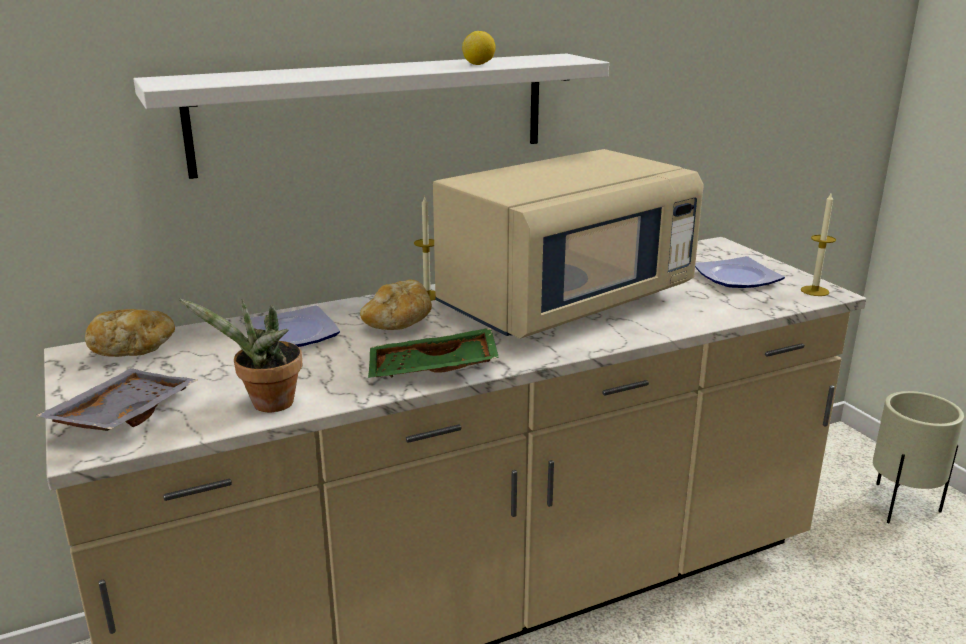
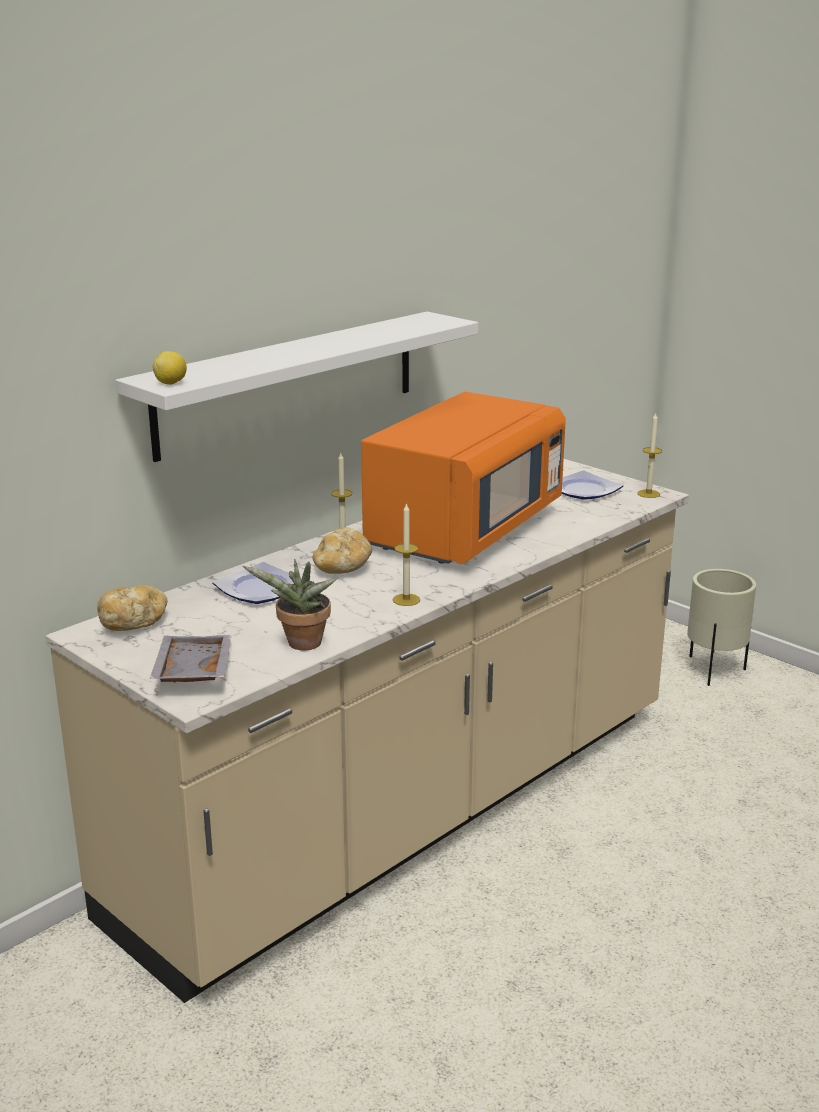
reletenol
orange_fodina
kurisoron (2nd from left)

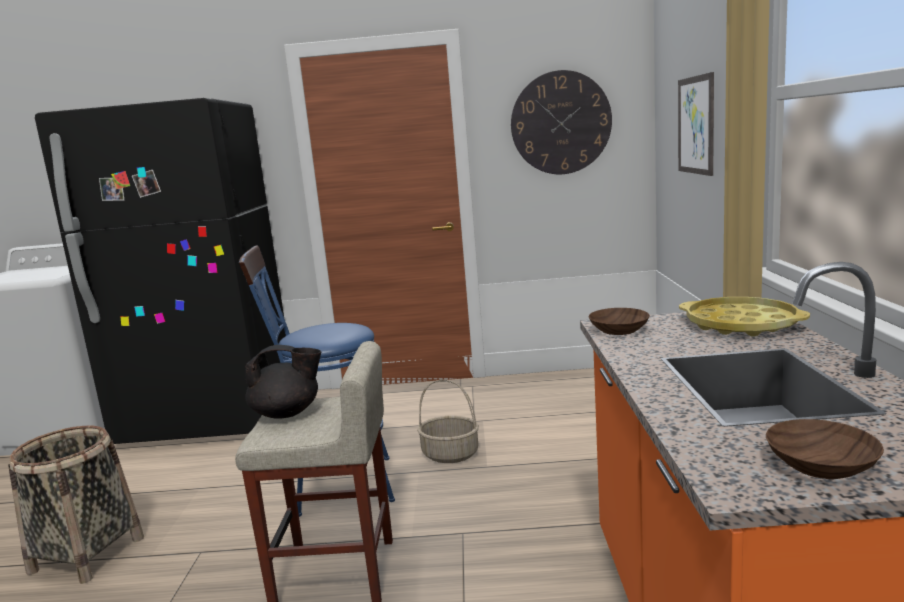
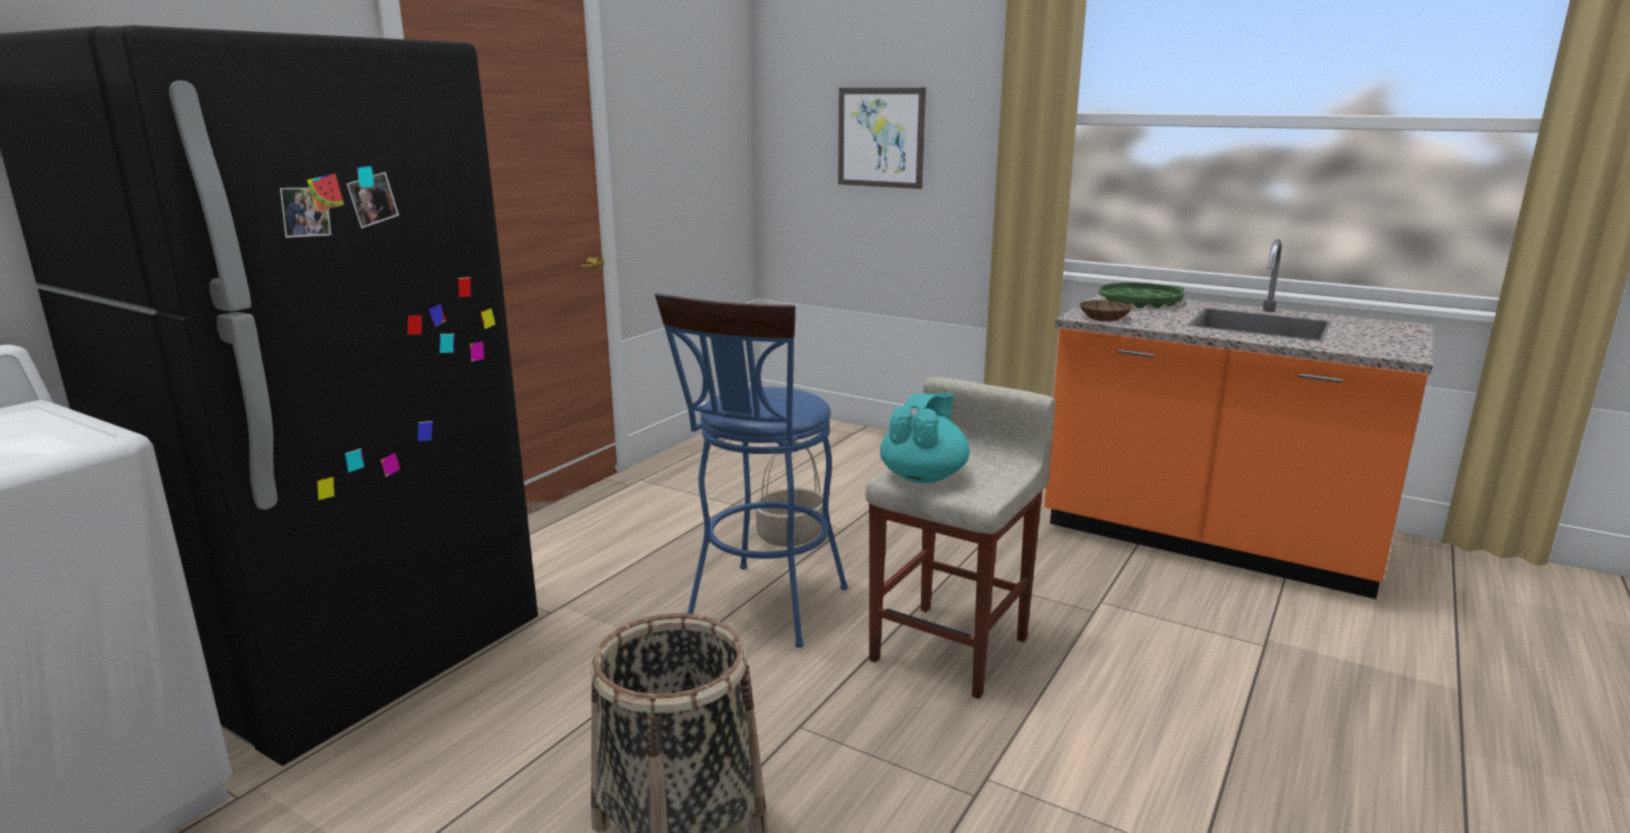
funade
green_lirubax
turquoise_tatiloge
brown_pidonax (2nd from left in the first image)

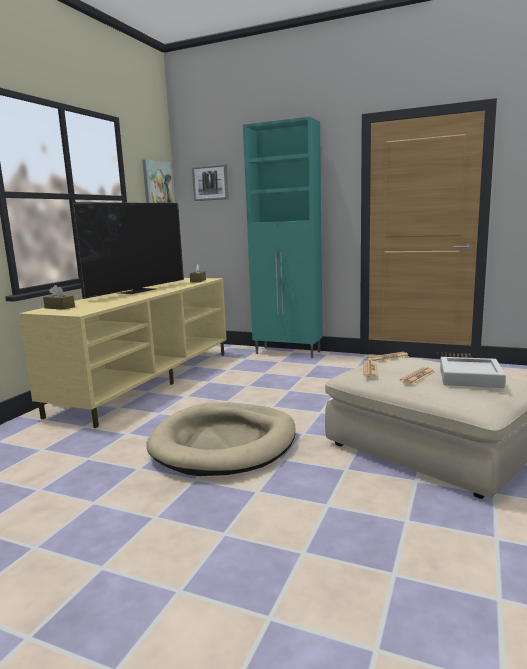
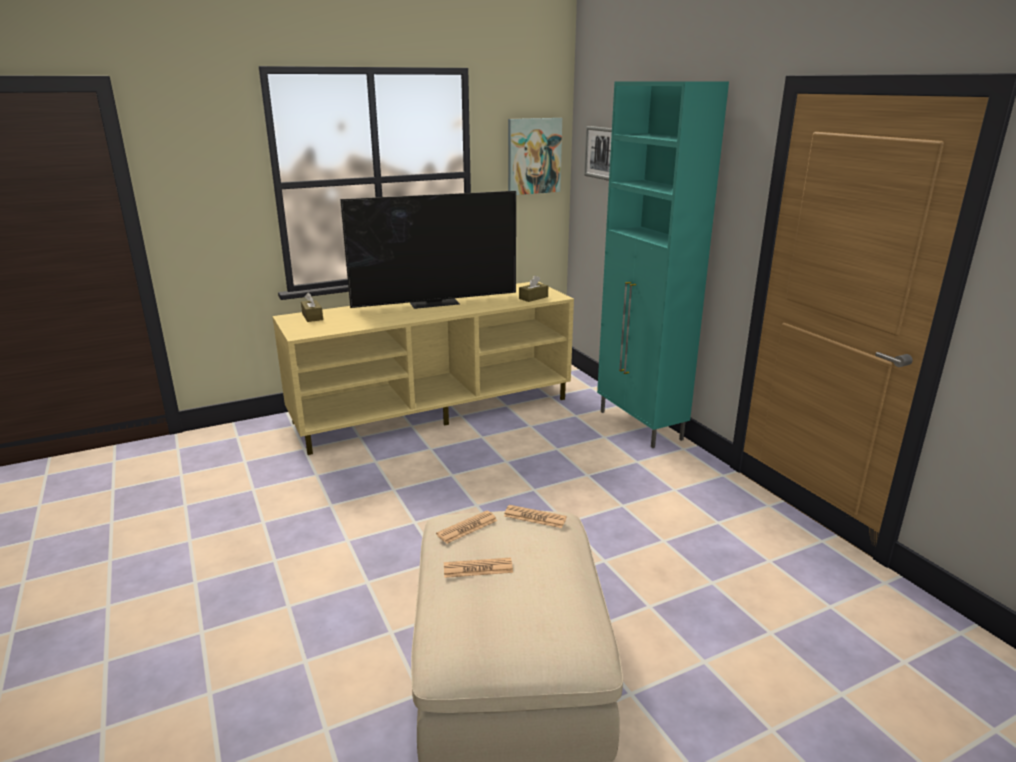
grey_lirubax
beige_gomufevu

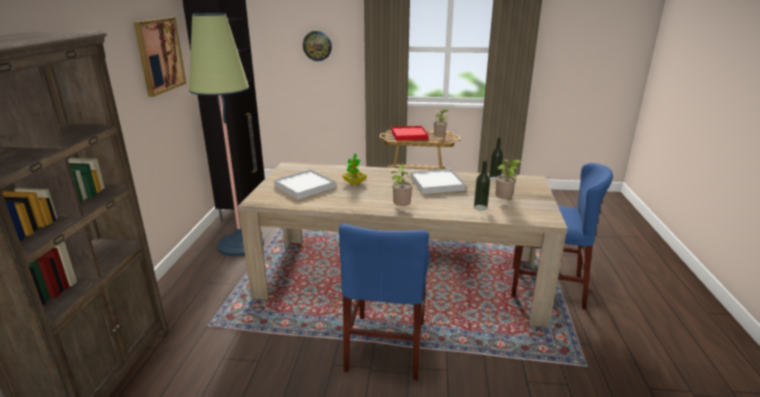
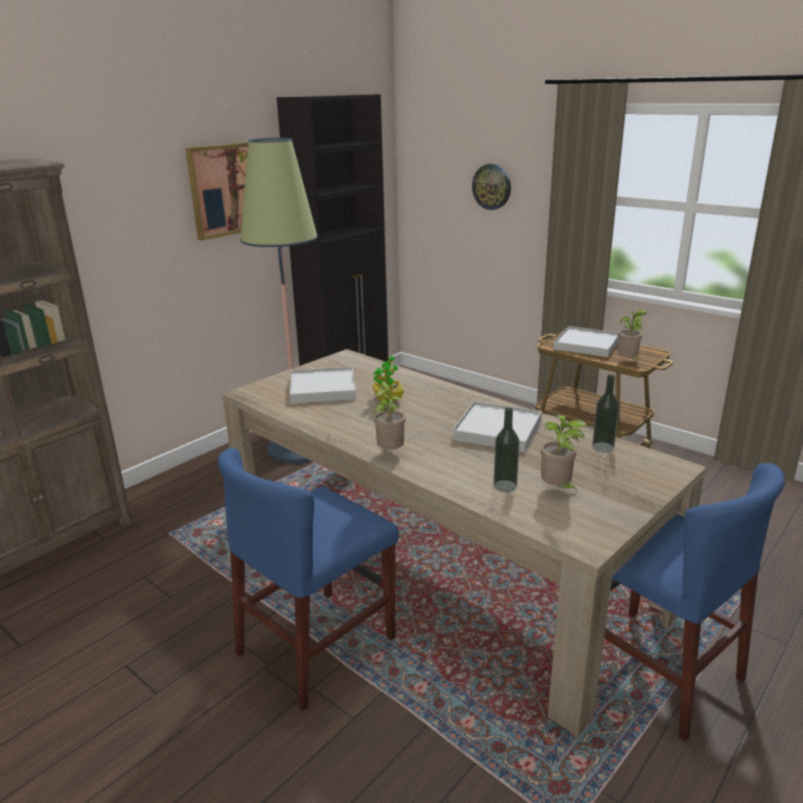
white_lirubax (3rd from left)

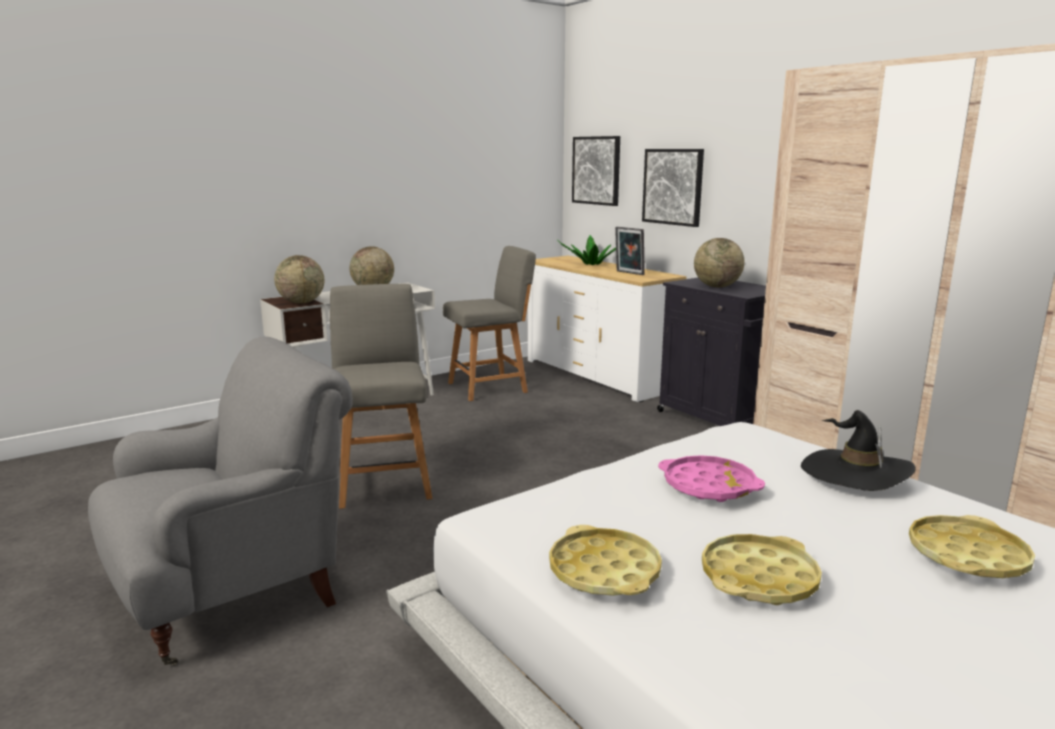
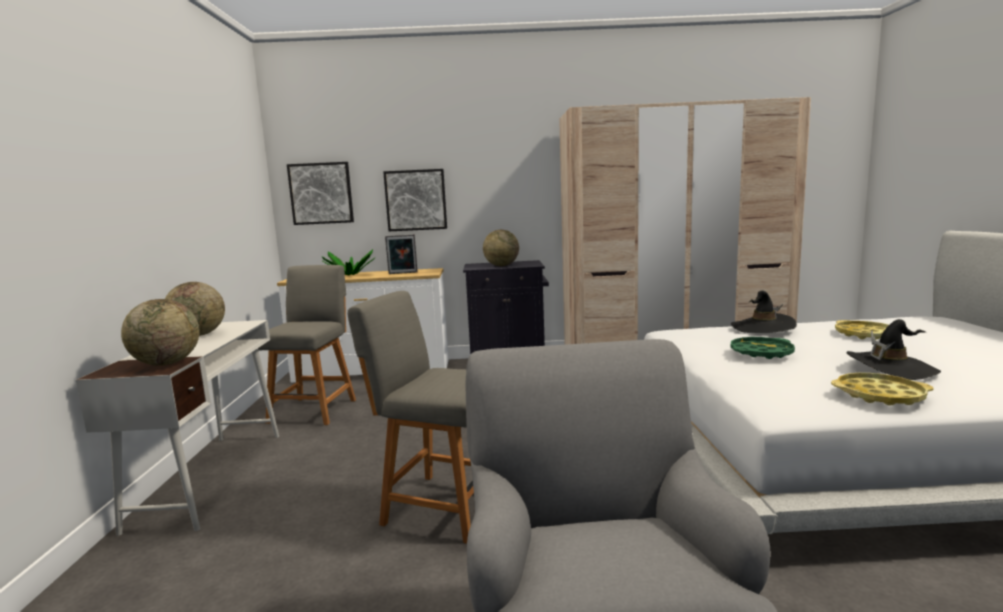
green_lirubax
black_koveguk (2nd from left)

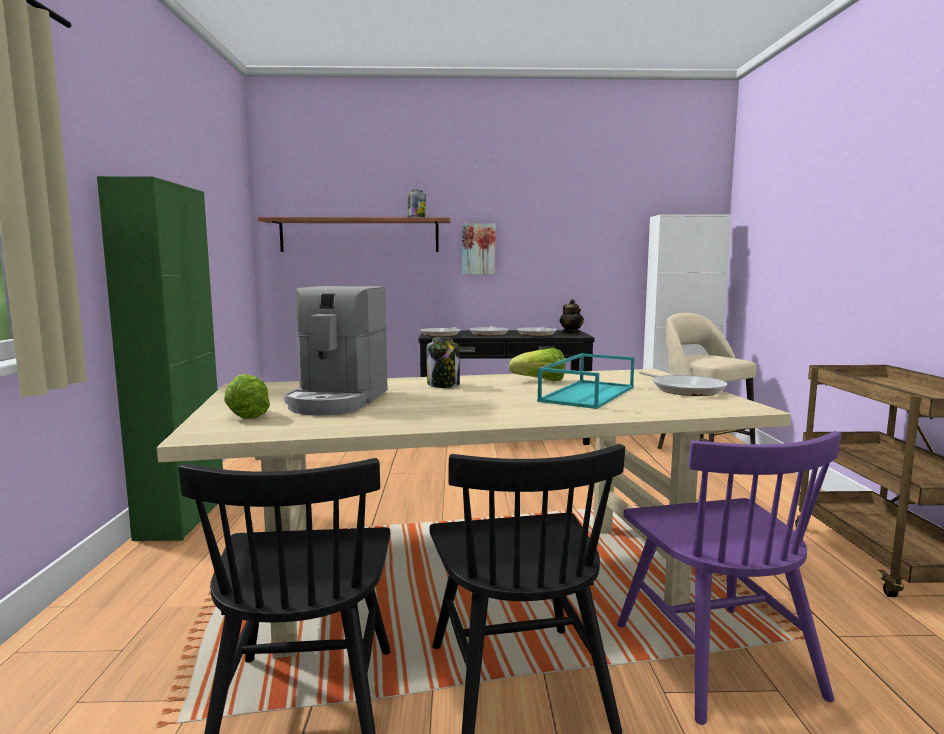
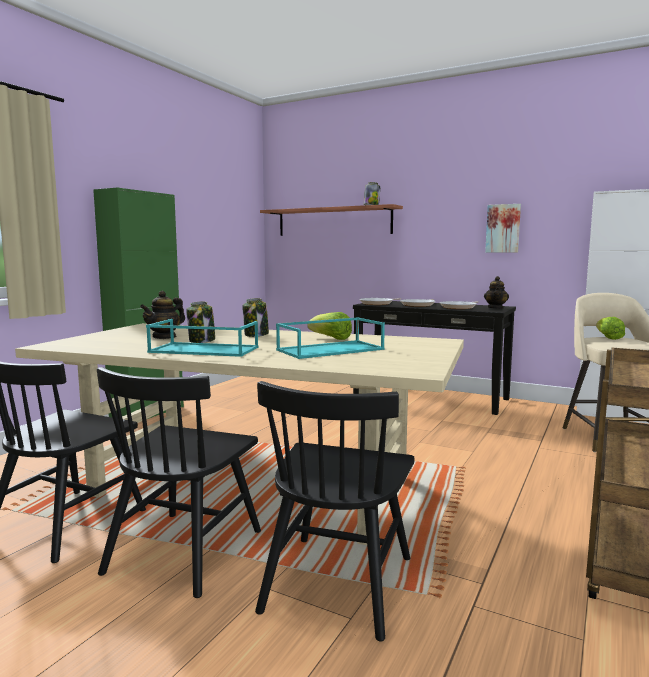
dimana
tatiloge (1st from left)
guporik (4th from left in the first image)
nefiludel (2nd from left)
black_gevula (3rd from left)
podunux (1st from left)
turquoise_lirubax (1st from left)

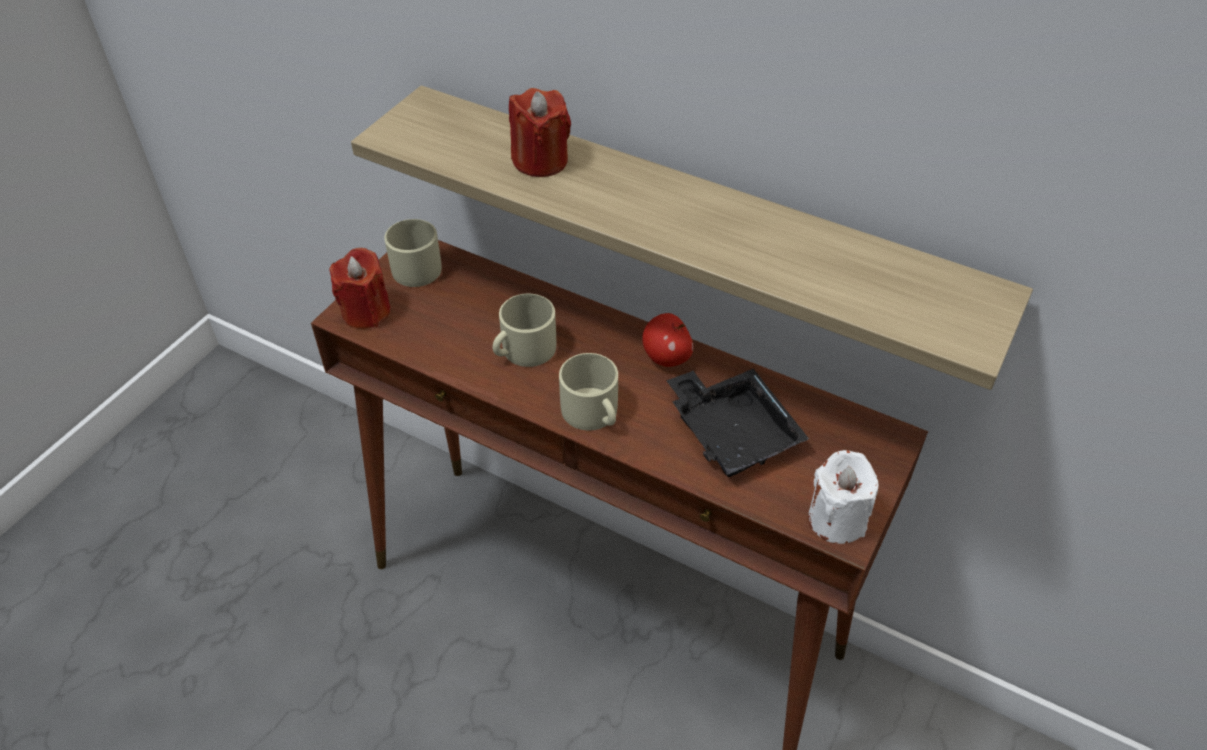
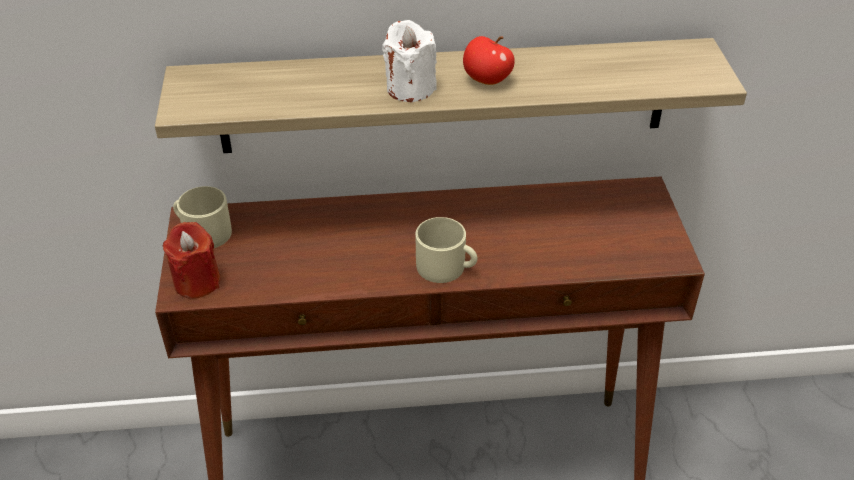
red_kurisoron (2nd from left in the first image)
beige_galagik (2nd from left in the first image)
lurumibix
black_lirubax
white_kurisoron

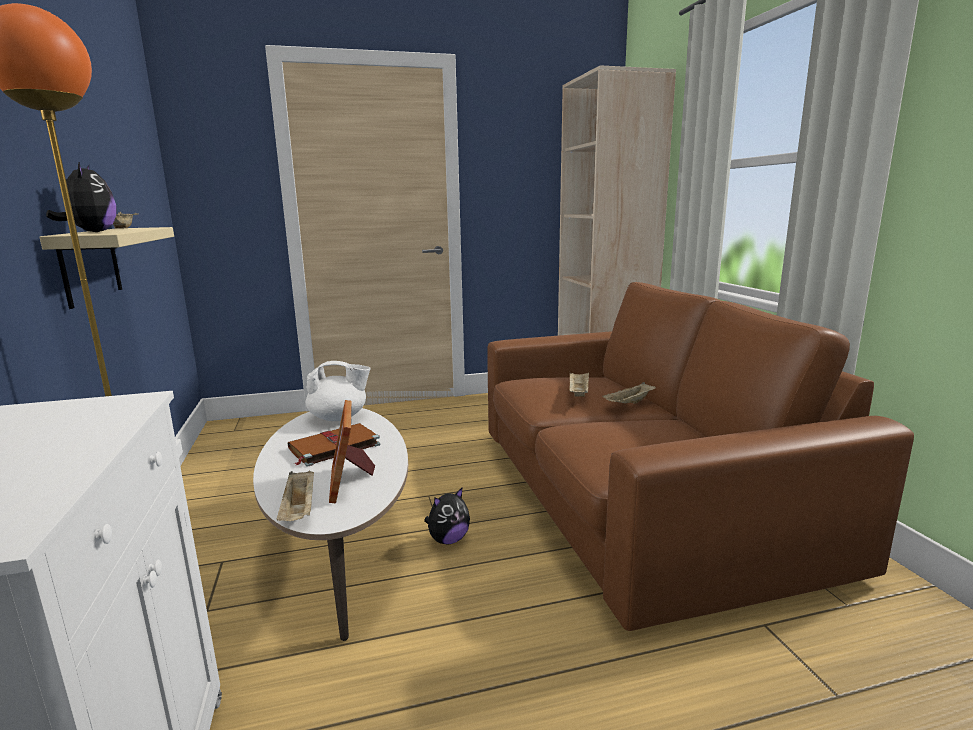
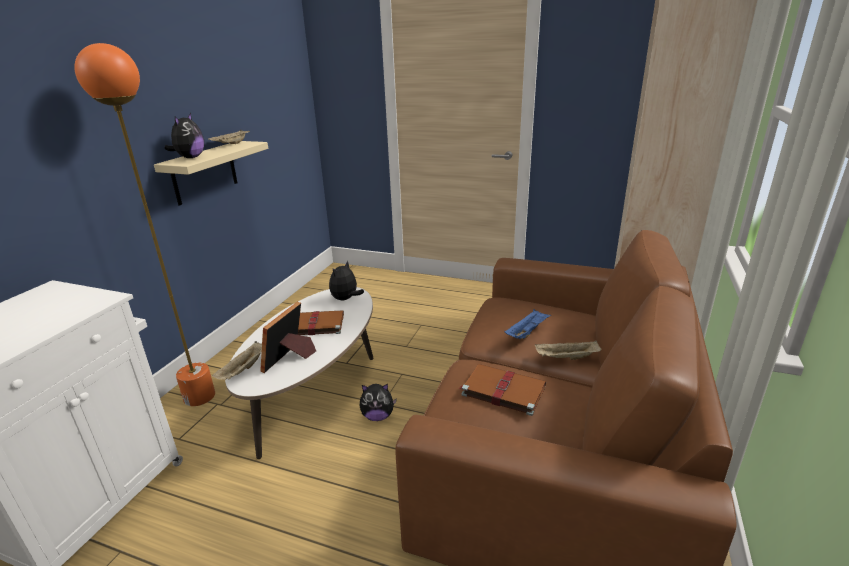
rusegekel (2nd from left)
blue_lirubax
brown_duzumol (2nd from left)

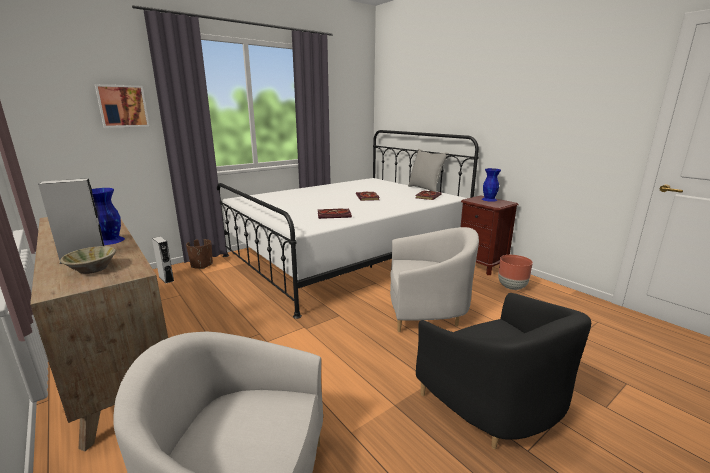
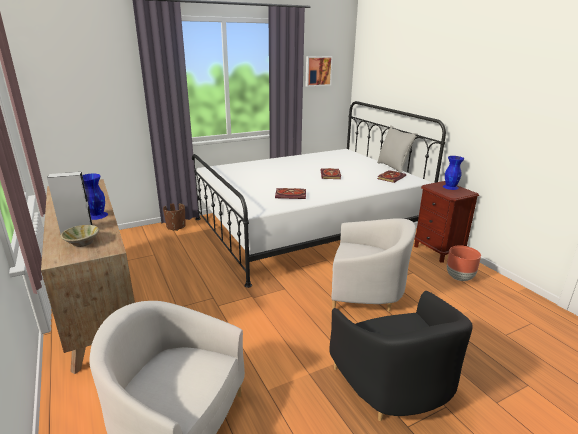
dimana
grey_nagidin (2nd from left in the first image)

